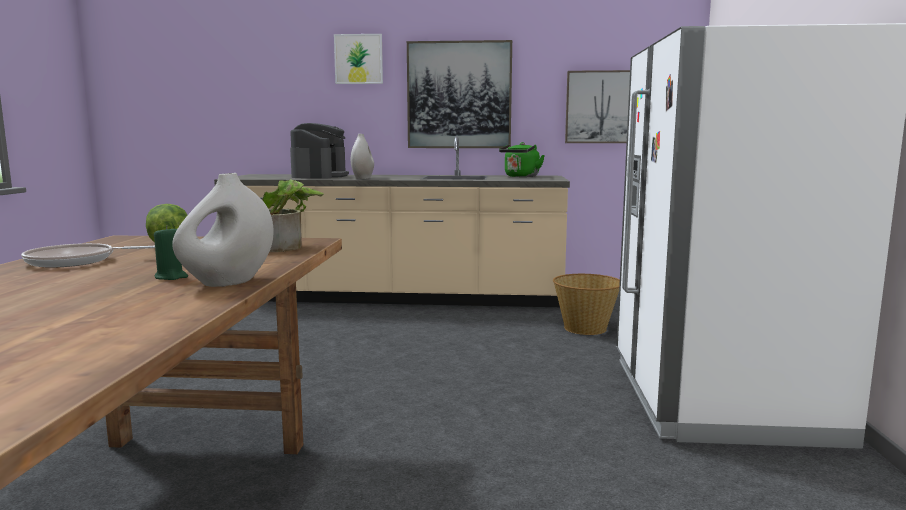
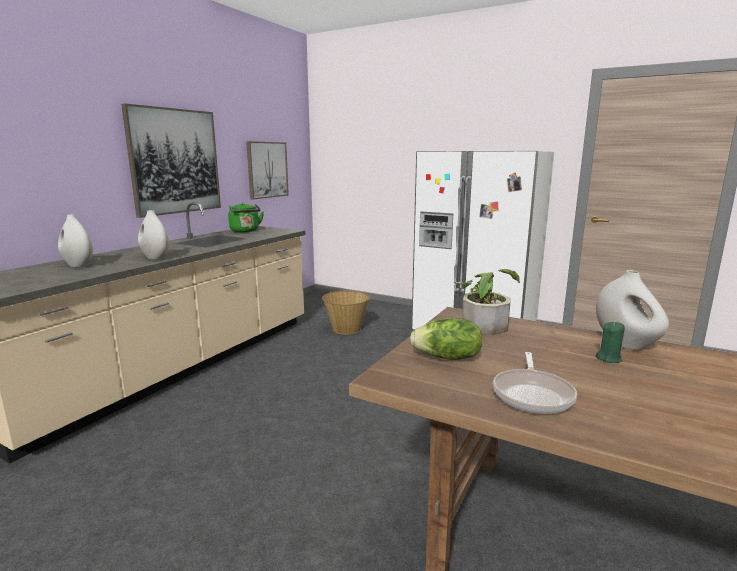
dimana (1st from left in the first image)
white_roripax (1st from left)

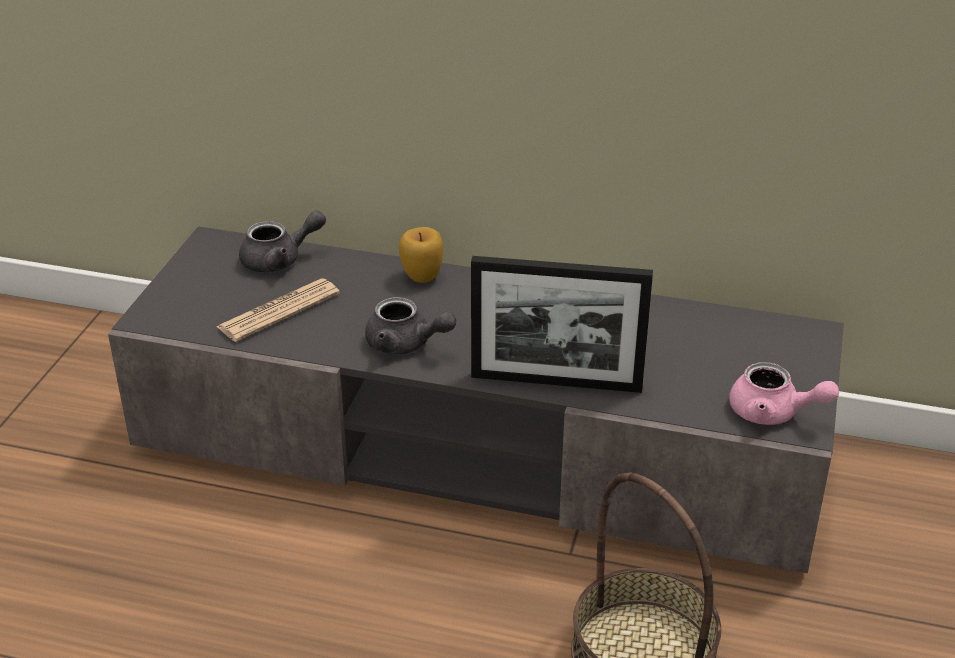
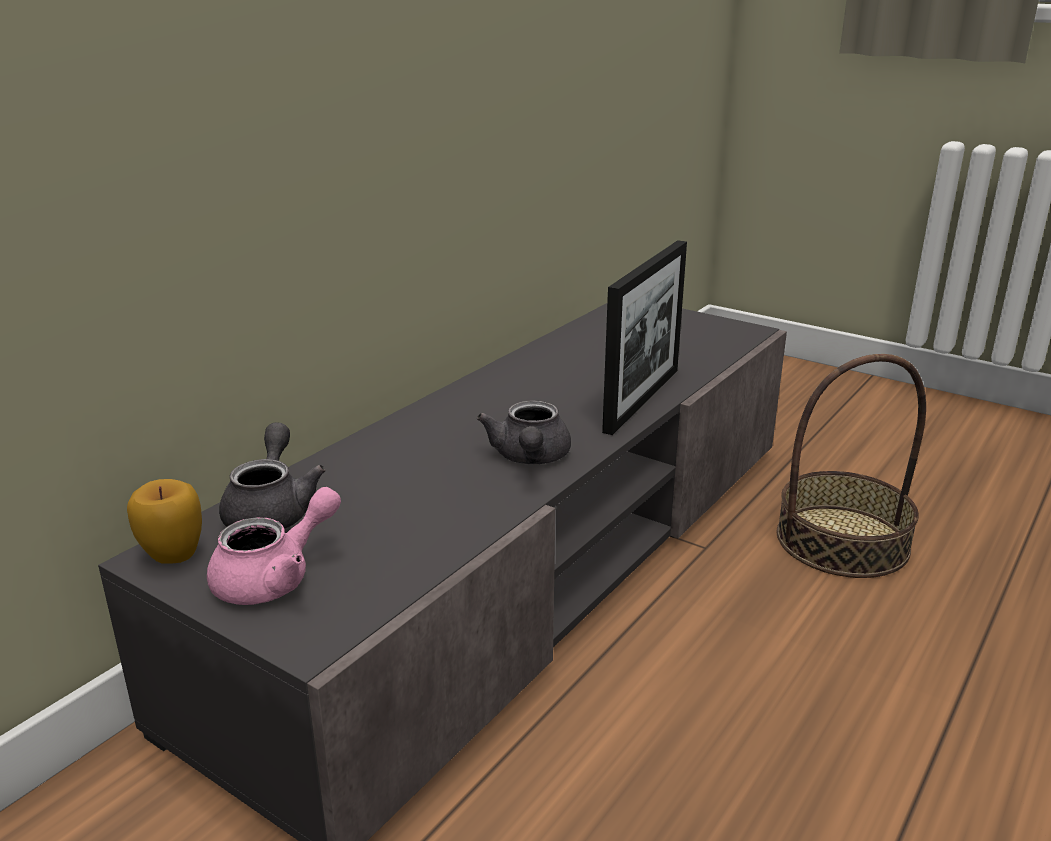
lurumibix
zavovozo
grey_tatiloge (2nd from left)
pink_tatiloge

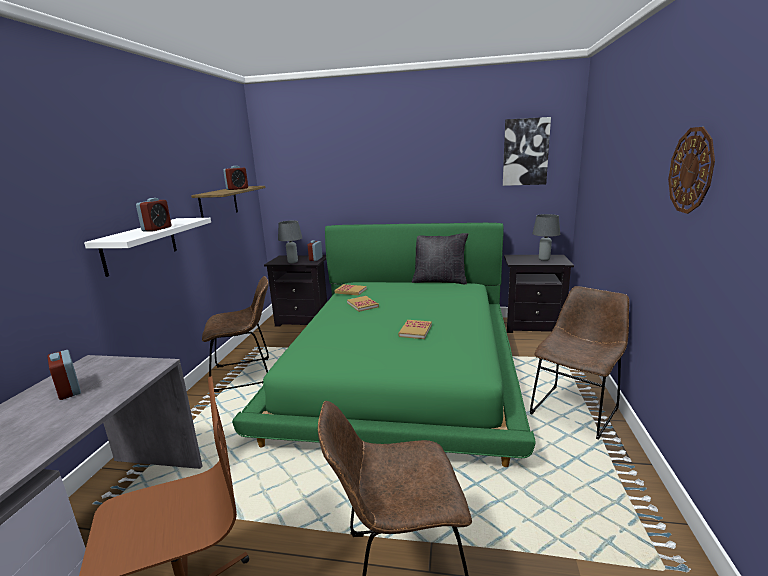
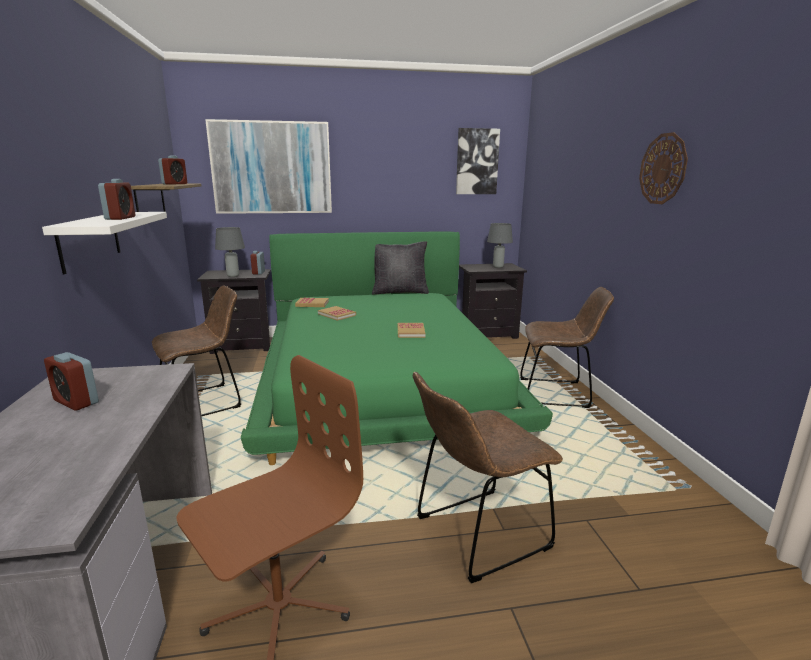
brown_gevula (3rd from left)
dimana (1st from left)

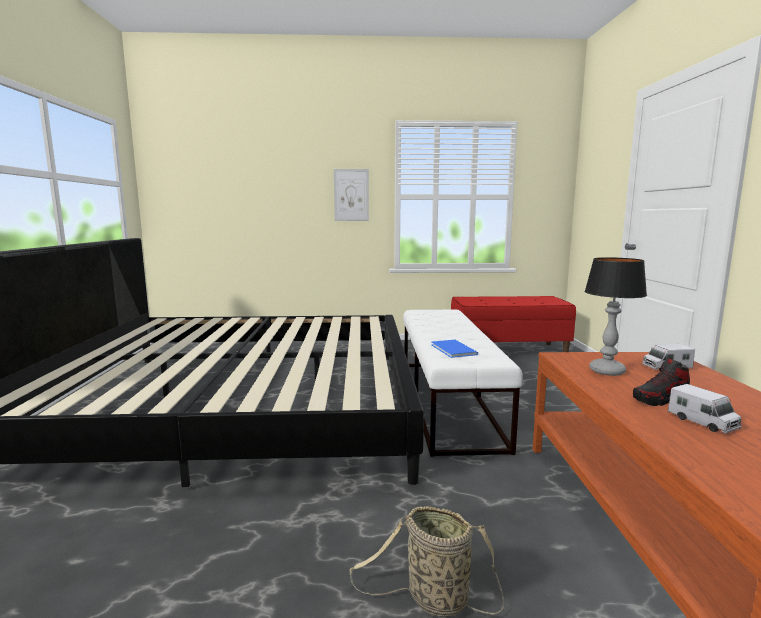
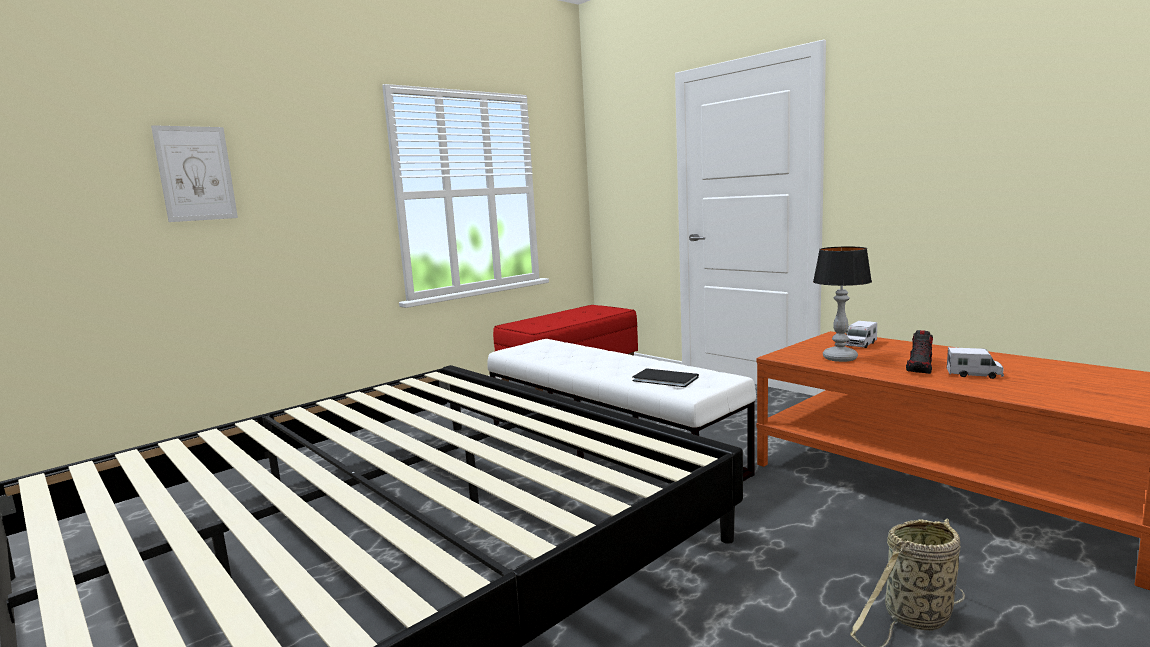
dimana
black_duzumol

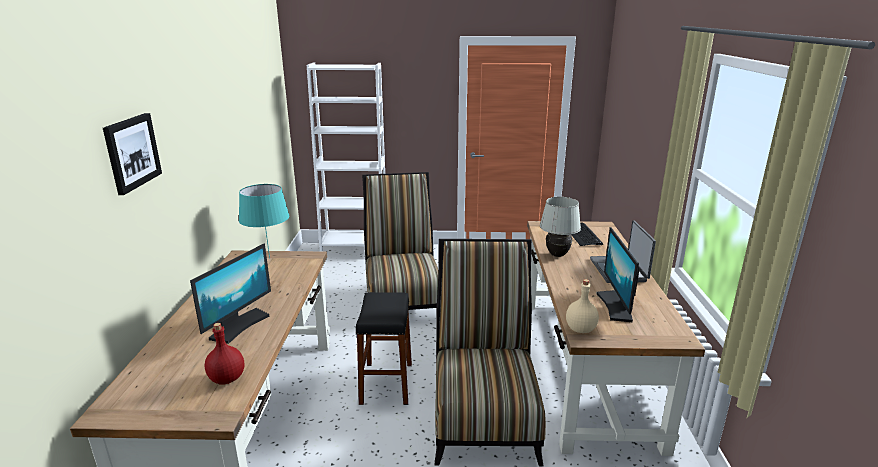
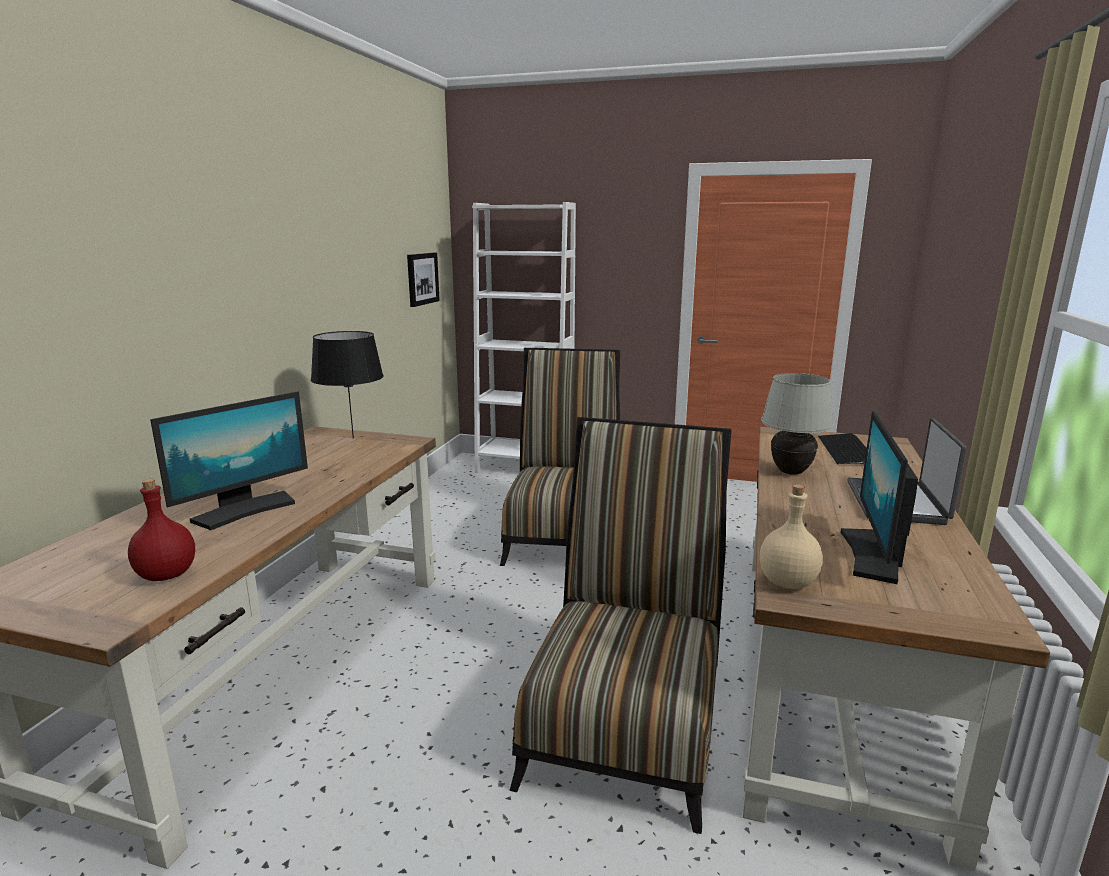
dimana
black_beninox
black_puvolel

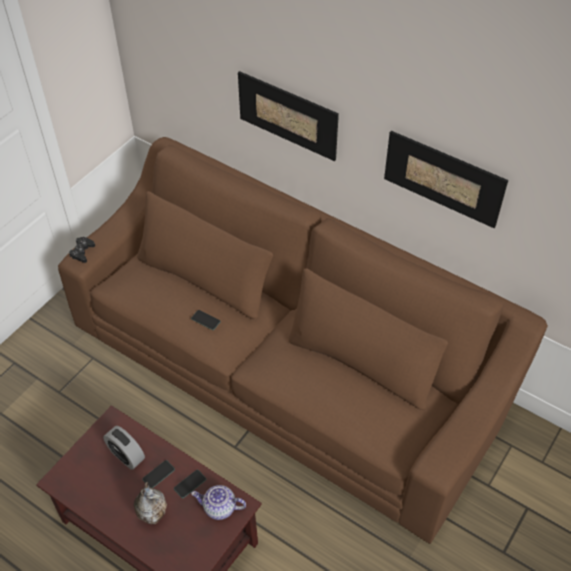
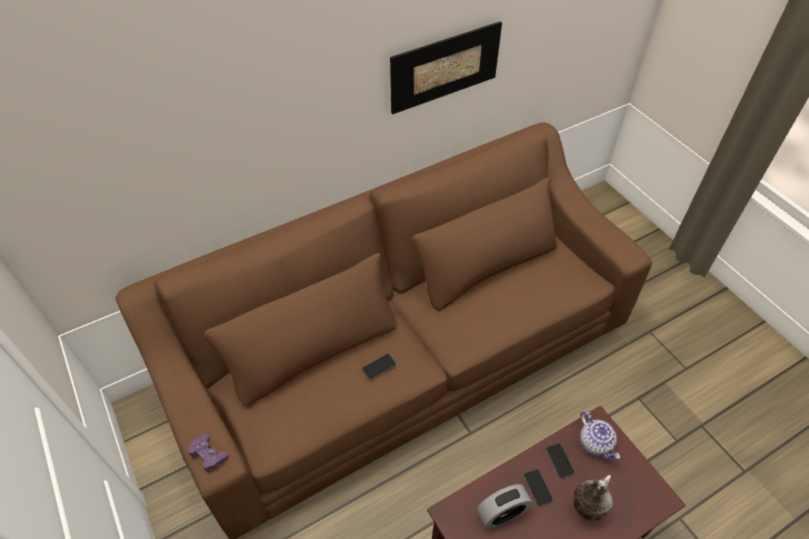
dimana (1st from left in the first image)
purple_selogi
tatiloge

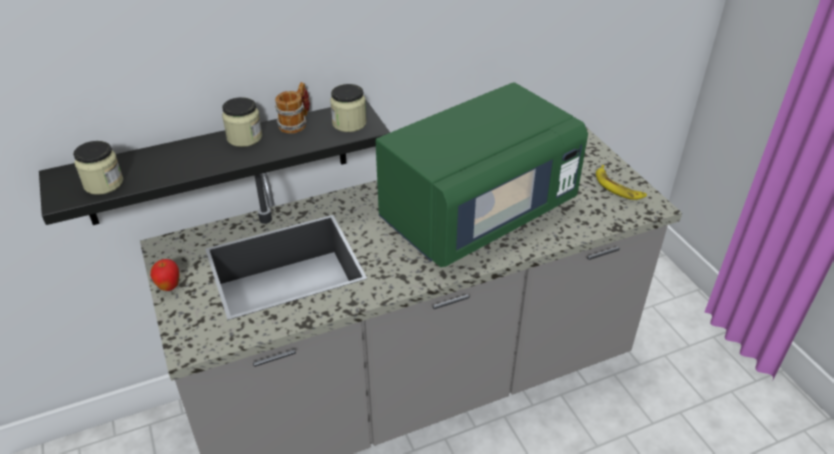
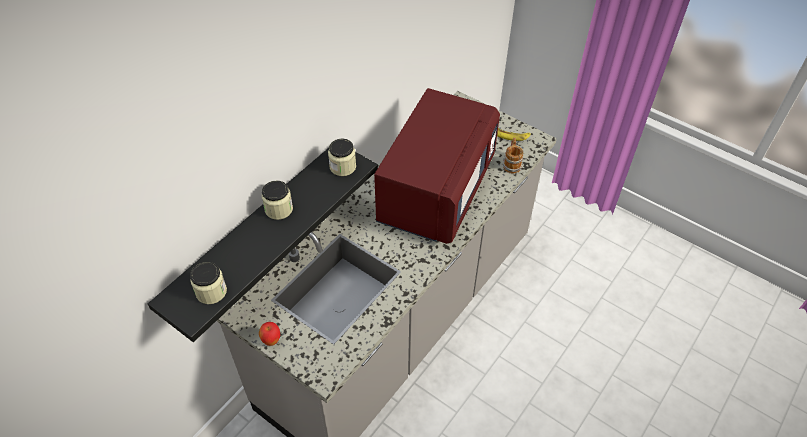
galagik
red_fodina

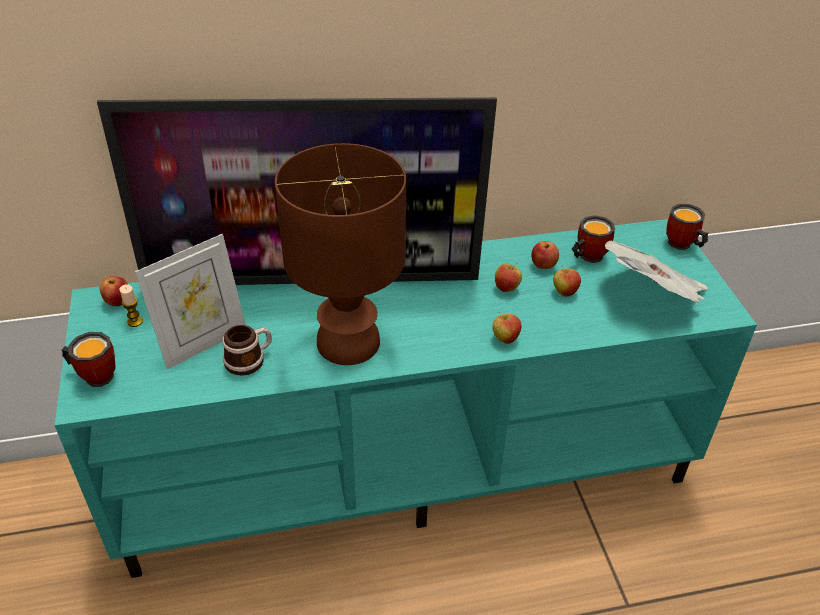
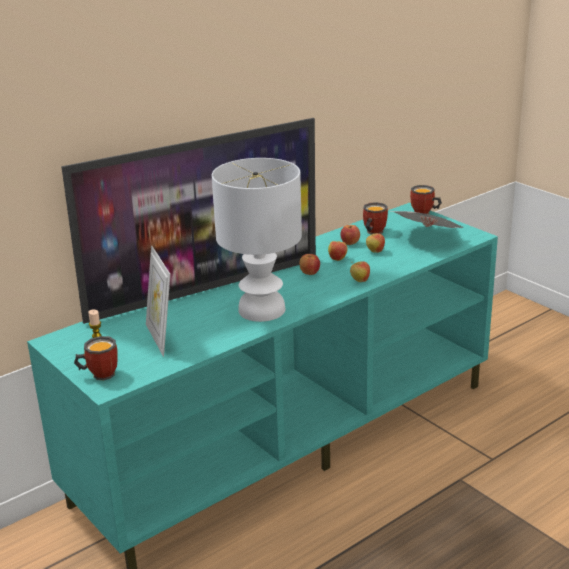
white_beninox
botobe
lurumibix (1st from left)
galagik (2nd from left in the first image)

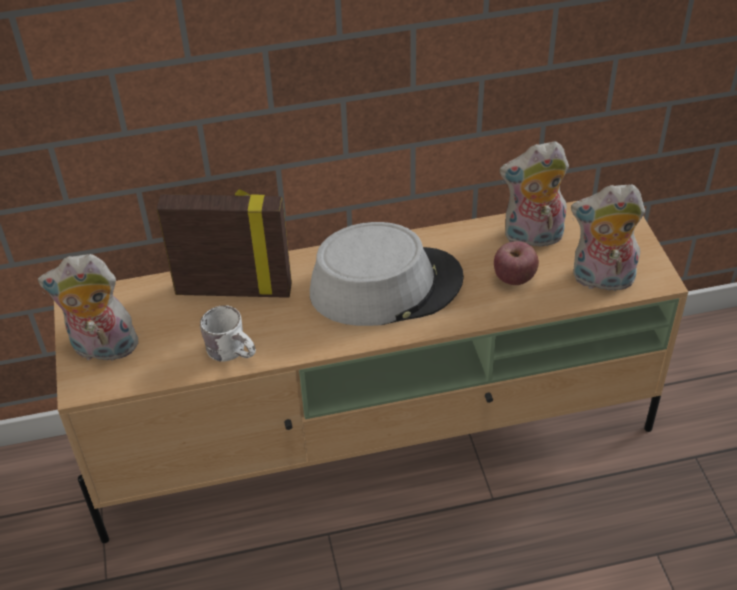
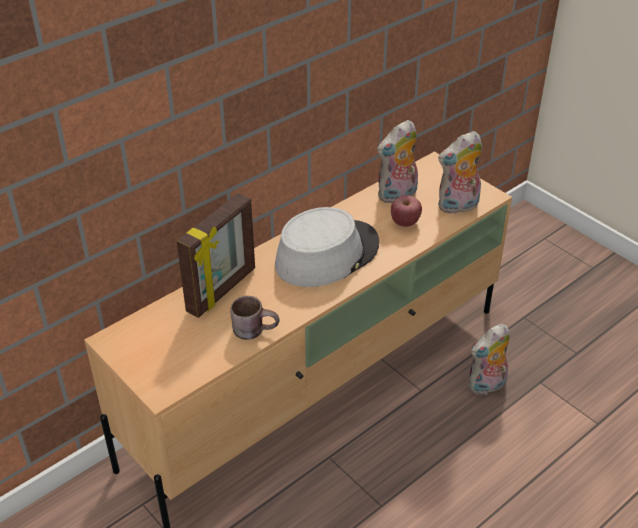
botobe
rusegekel (3rd from left)
brown_galagik

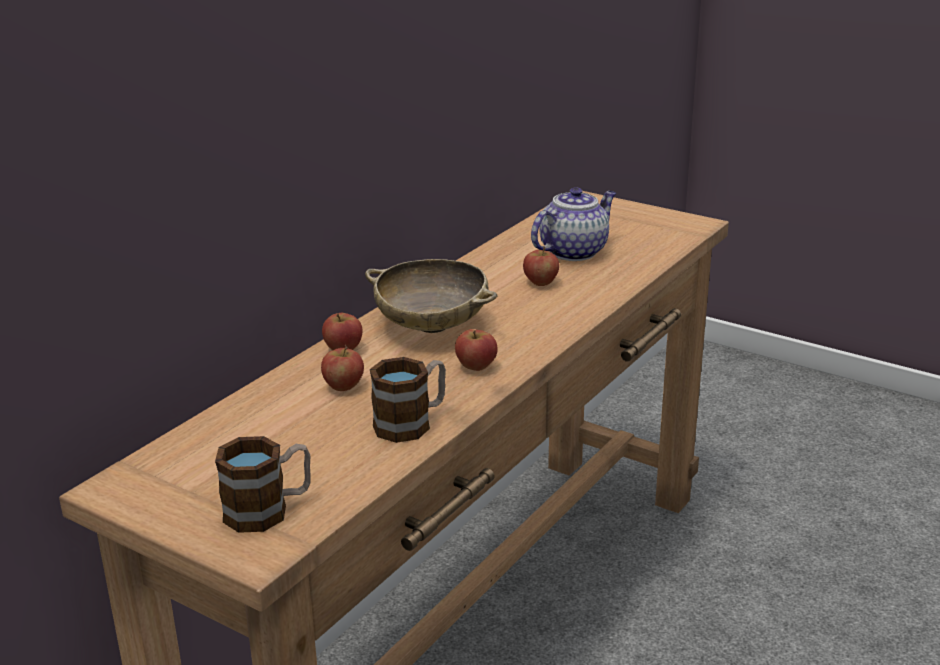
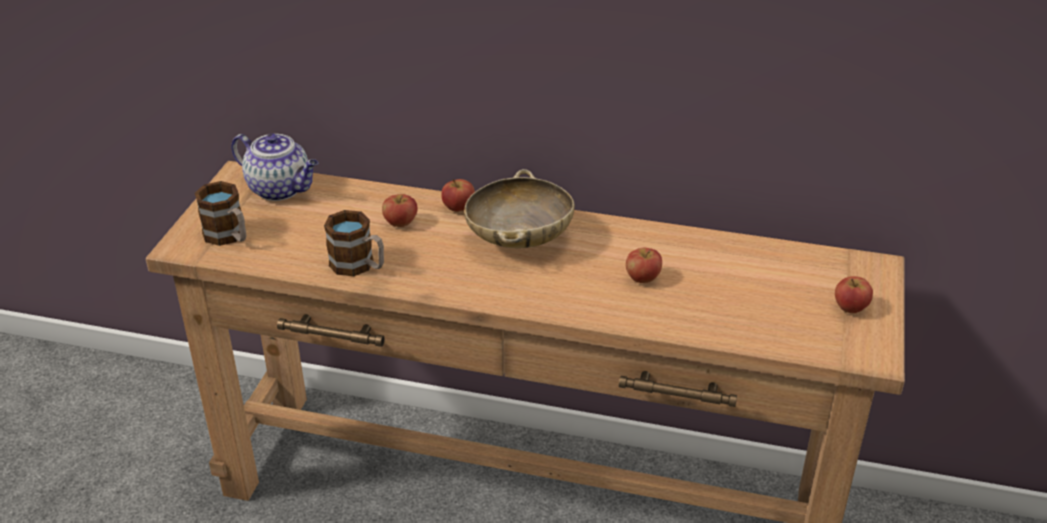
tatiloge
lurumibix (4th from left)

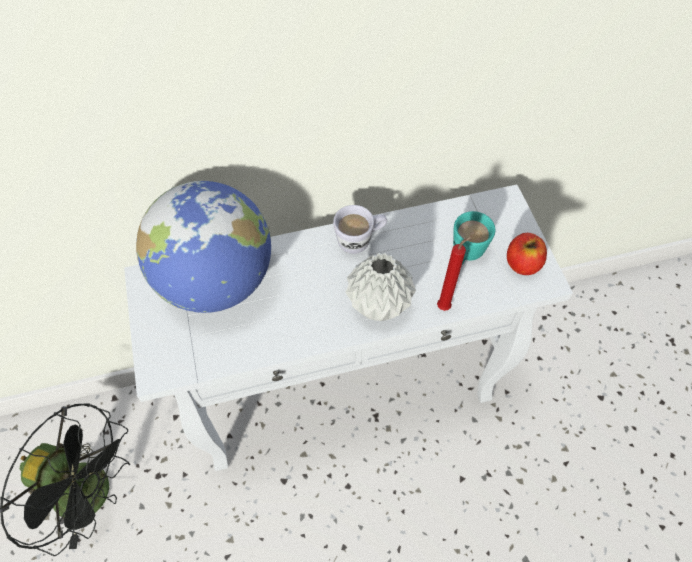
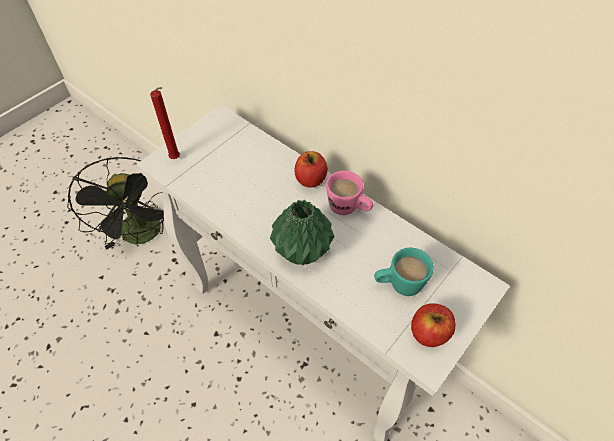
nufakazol
pink_galagik
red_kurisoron
green_roripax
lurumibix (1st from left)

